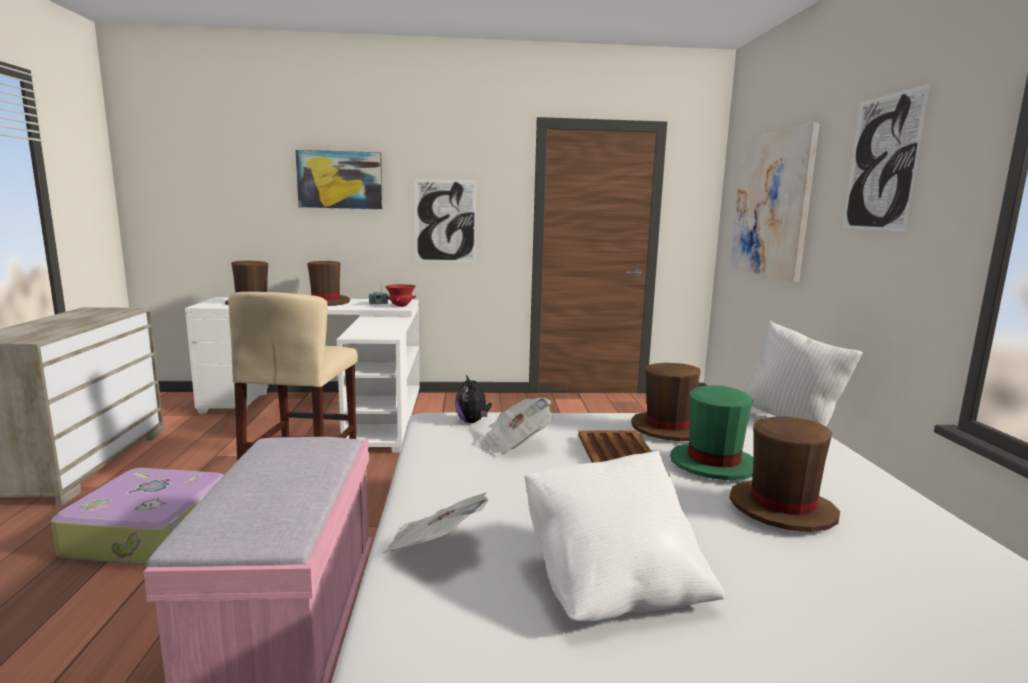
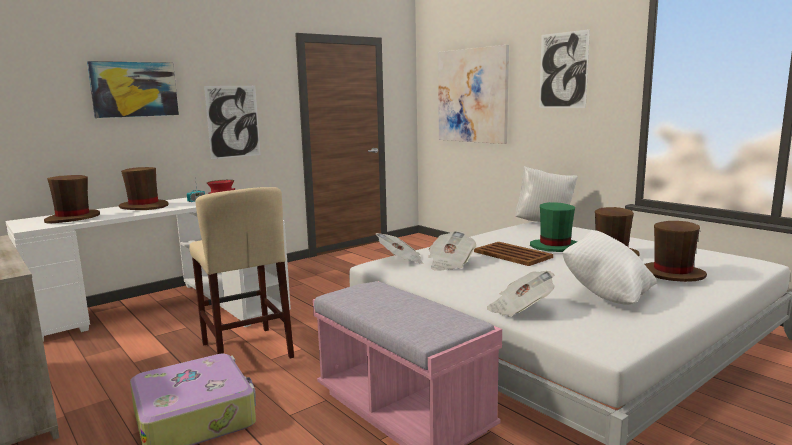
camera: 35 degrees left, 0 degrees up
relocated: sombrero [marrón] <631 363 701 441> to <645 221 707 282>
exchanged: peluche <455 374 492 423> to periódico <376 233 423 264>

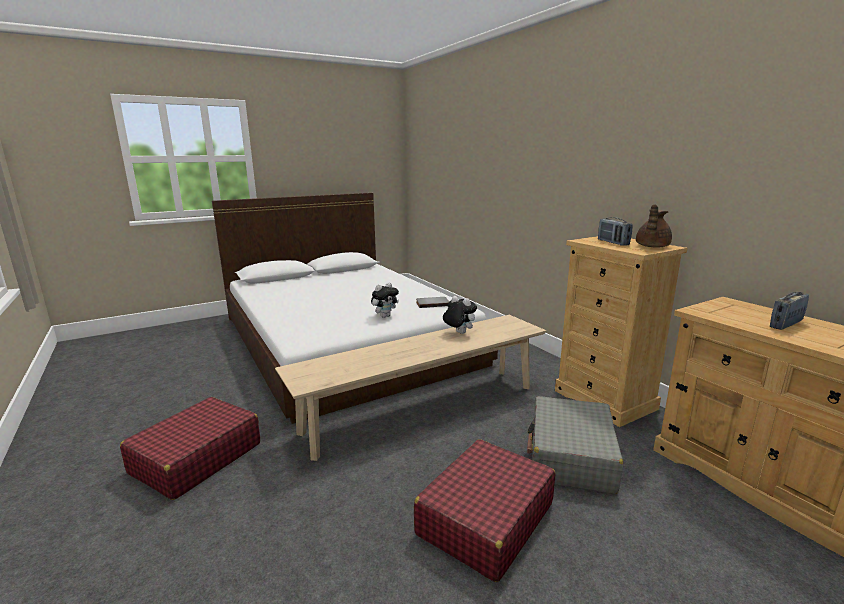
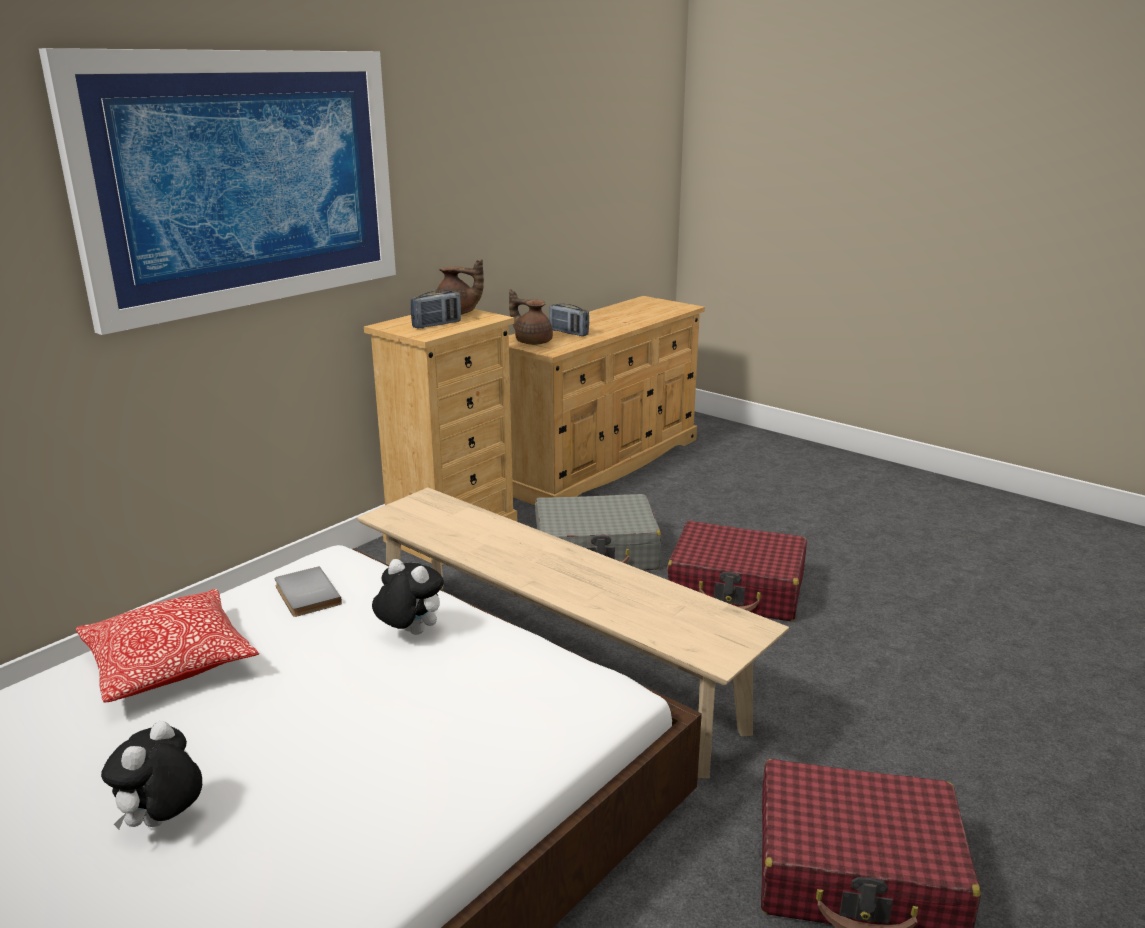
camera: 110 degrees left, 5 degrees up
appeared: cuadro <39 48 396 335>; cojín <76 589 259 703>; tetera [marrón] <509 289 553 345>
relocated: peluche <443 296 477 334> to <101 721 202 830>

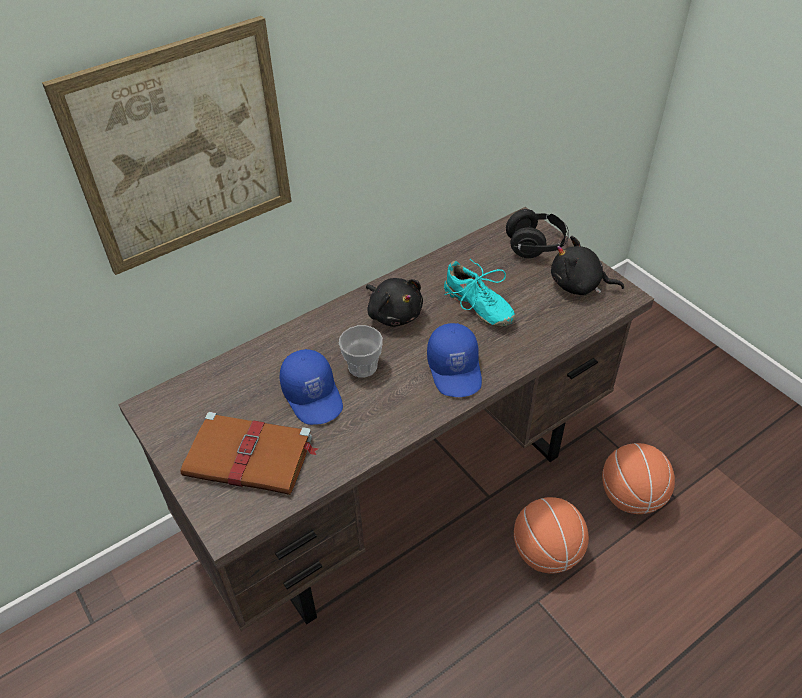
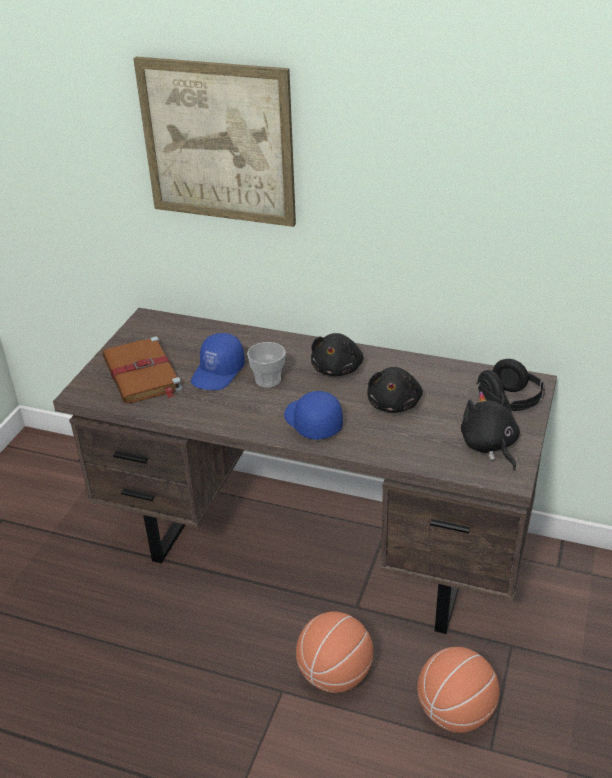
camera: 55 degrees right, 10 degrees down
exchanged: zapato [turquesa] <444 259 515 327> to peluche [negro] <367 367 423 413>
spun: gorra [azul] <427 323 482 397> = <284 391 343 440> 105 degrees clockwise

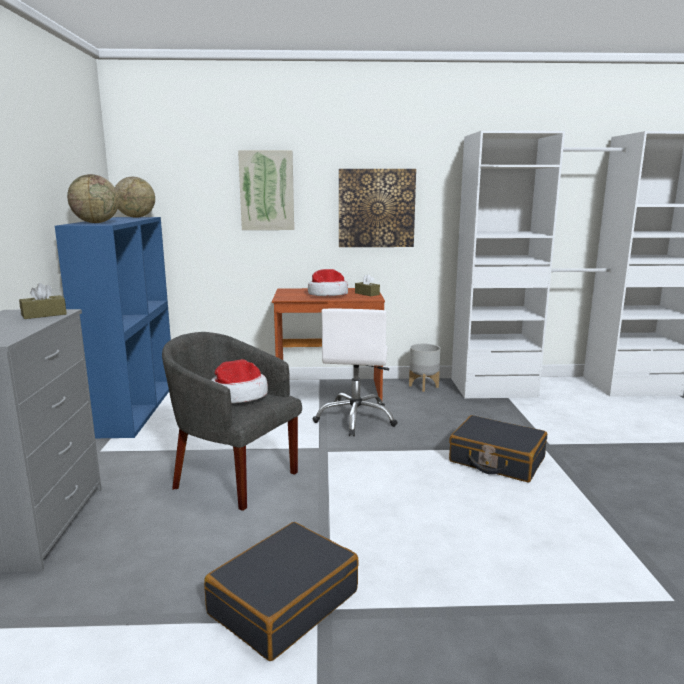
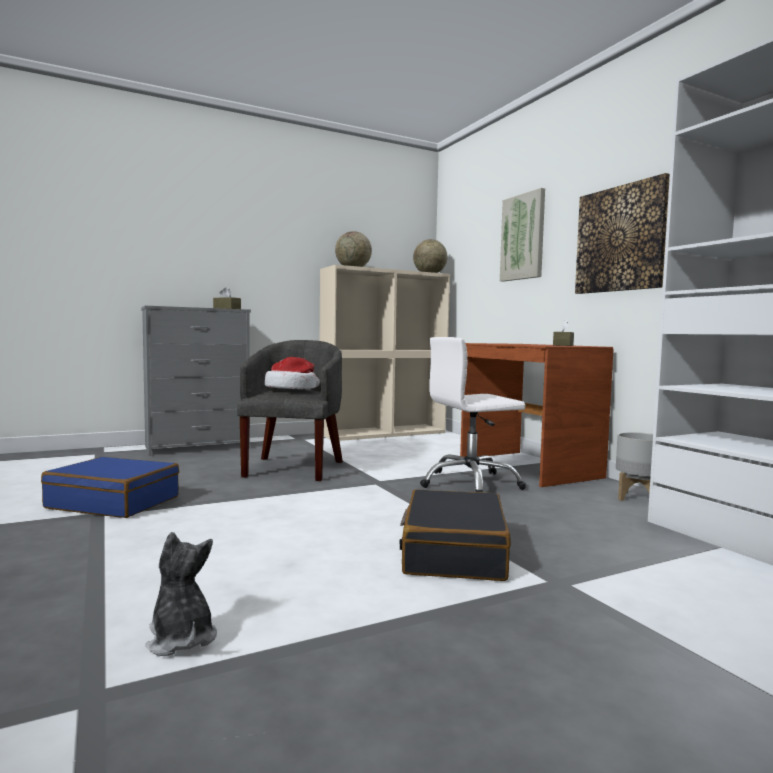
camera: 65 degrees right, 10 degrees down
missing: sombrero <308 269 348 296>
appeared: peluche <145 532 217 656>
colour: estantería [azul] <55 217 171 438> to estantería [beis] <320 265 450 441>; maleta [negro] <204 522 359 661> to maleta [azul] <41 457 179 518>

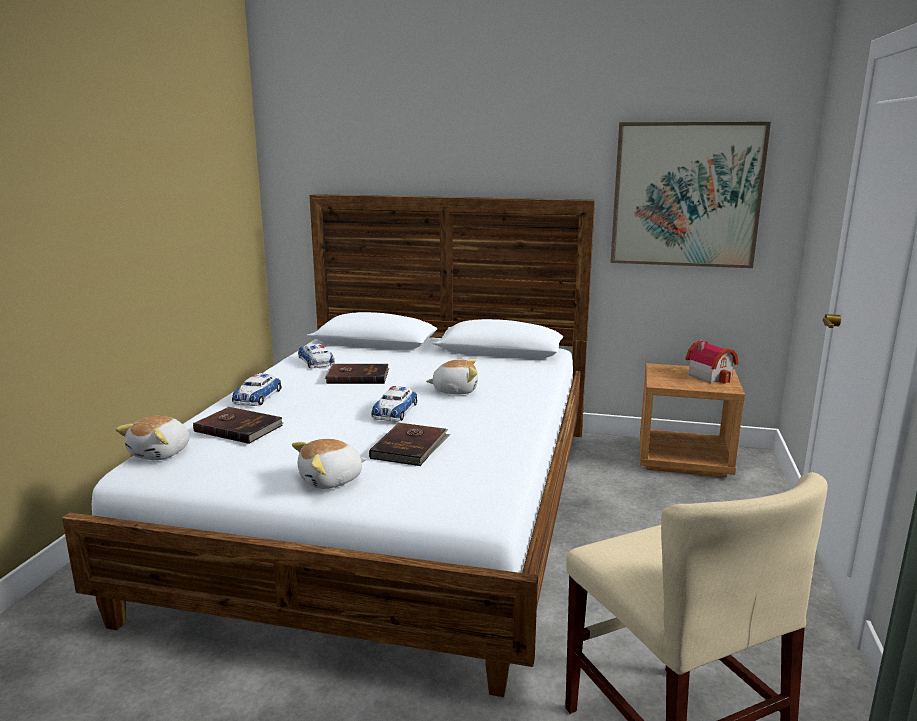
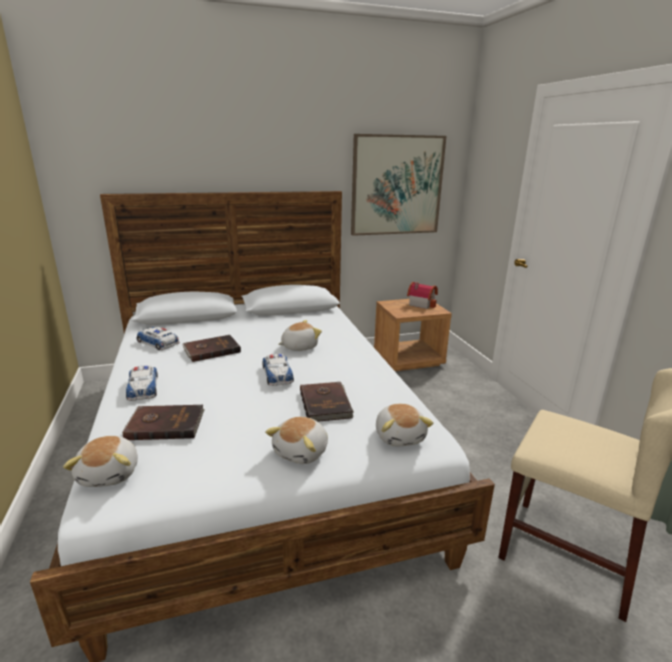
camera: 30 degrees left, 5 degrees up
appeared: peluche <376 404 433 446>

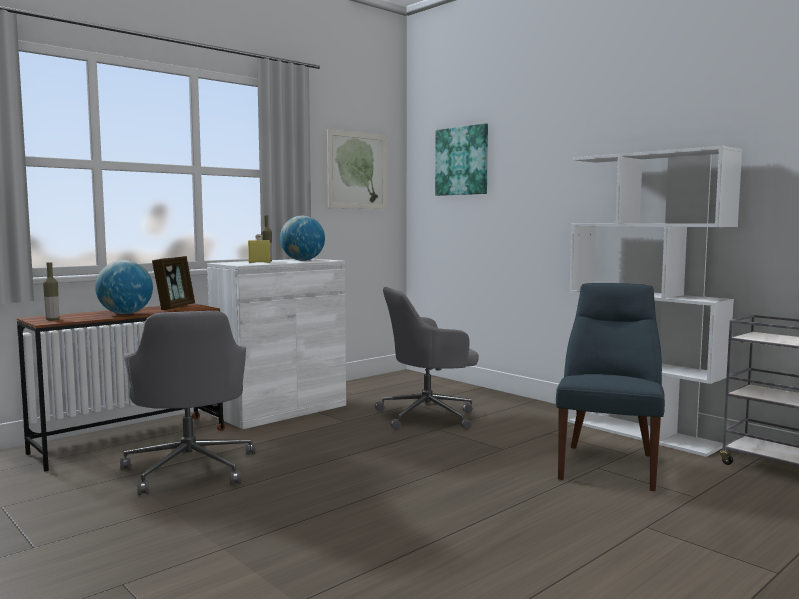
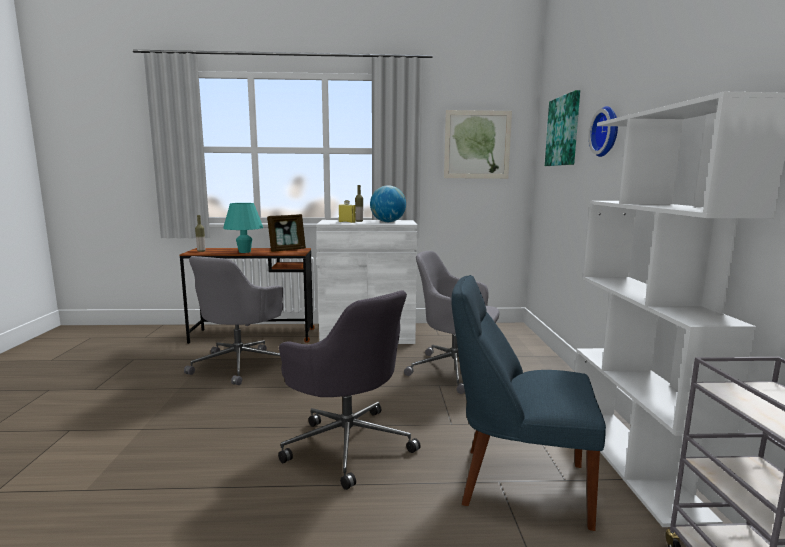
camera: 40 degrees right, 5 degrees up
appeared: silla de oficina [gris] <278 290 420 490>; reloj de pared <589 106 618 157>
exchanged: globo terráqueo <95 260 153 314> to lámpara de mesa [turquesa] <223 203 263 253>
spun: silla [azul] <556 283 665 491> = <451 275 606 531> 135 degrees counterclockwise

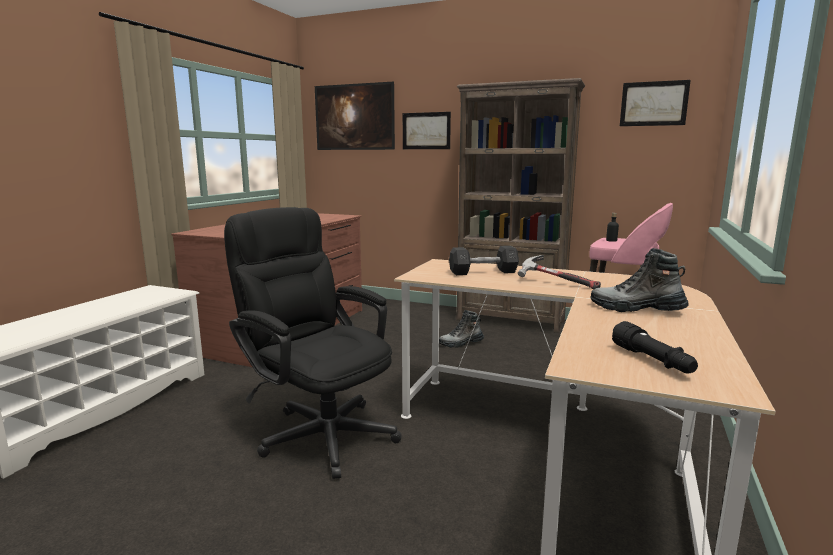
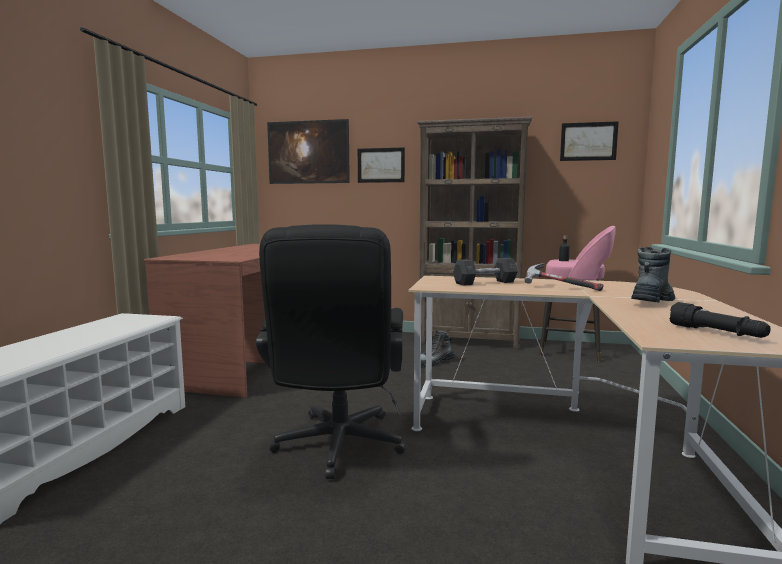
camera: 10 degrees left, 5 degrees down
spun: silla de oficina [negro] <224 207 402 479> = <256 224 406 479> 120 degrees counterclockwise; bota <590 248 688 312> = <631 247 675 303> 120 degrees clockwise

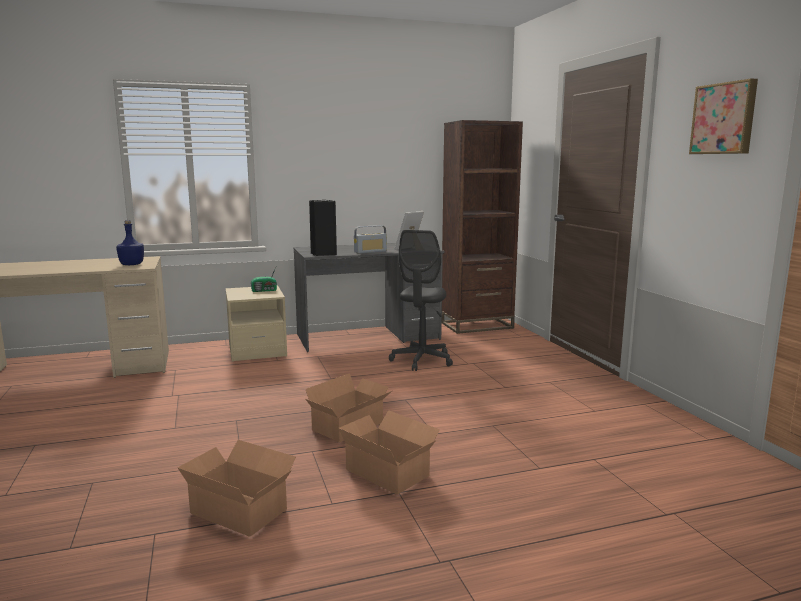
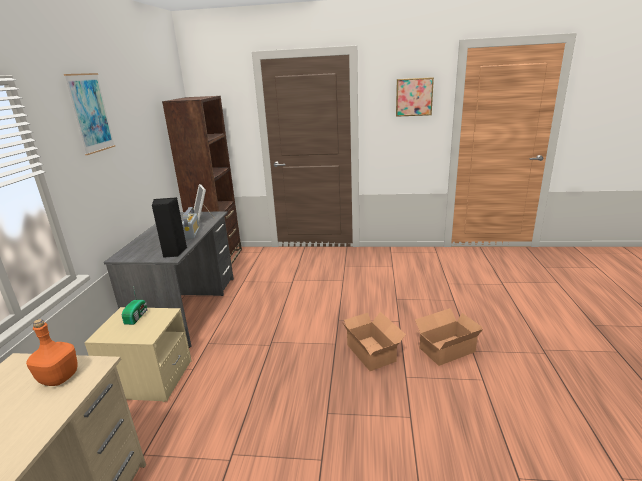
camera: 65 degrees left, 10 degrees up
missing: caja de cartón <178 440 296 537>; silla de oficina [gris] <389 230 453 371>
appeared: cuadro <64 73 115 155>
colour: botella [azul] <116 220 144 265> to botella [naranja] <26 319 78 386>

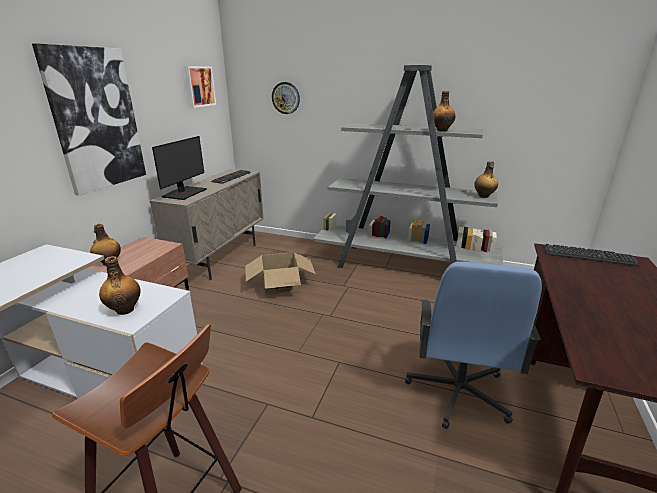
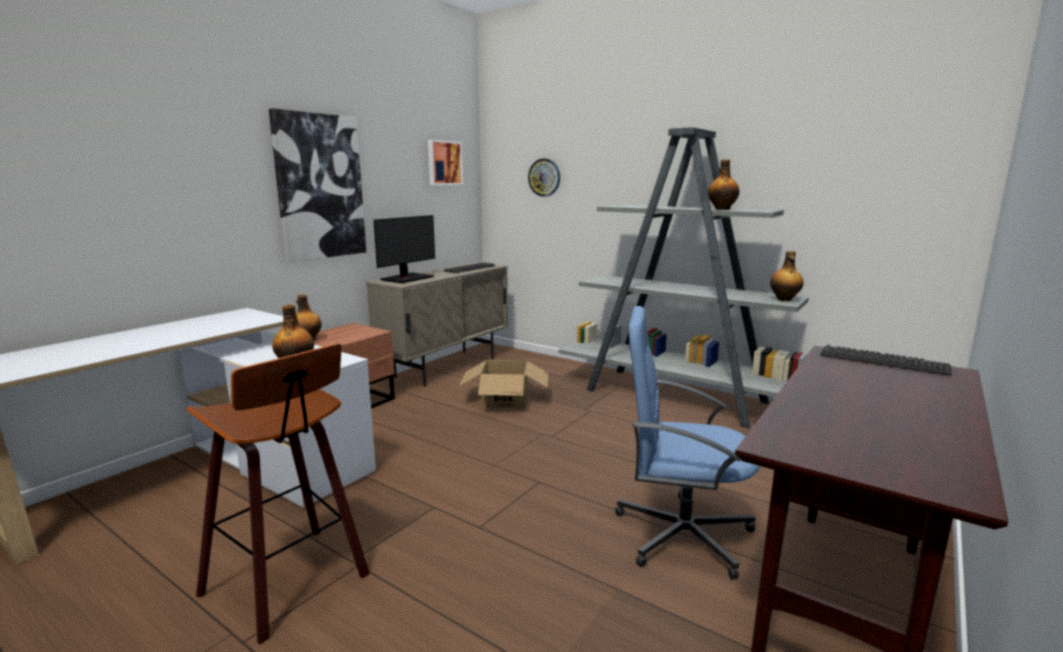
camera: 15 degrees right, 10 degrees down
spun: silla de oficina [azul] <405 262 542 429> = <615 306 761 580> 75 degrees clockwise

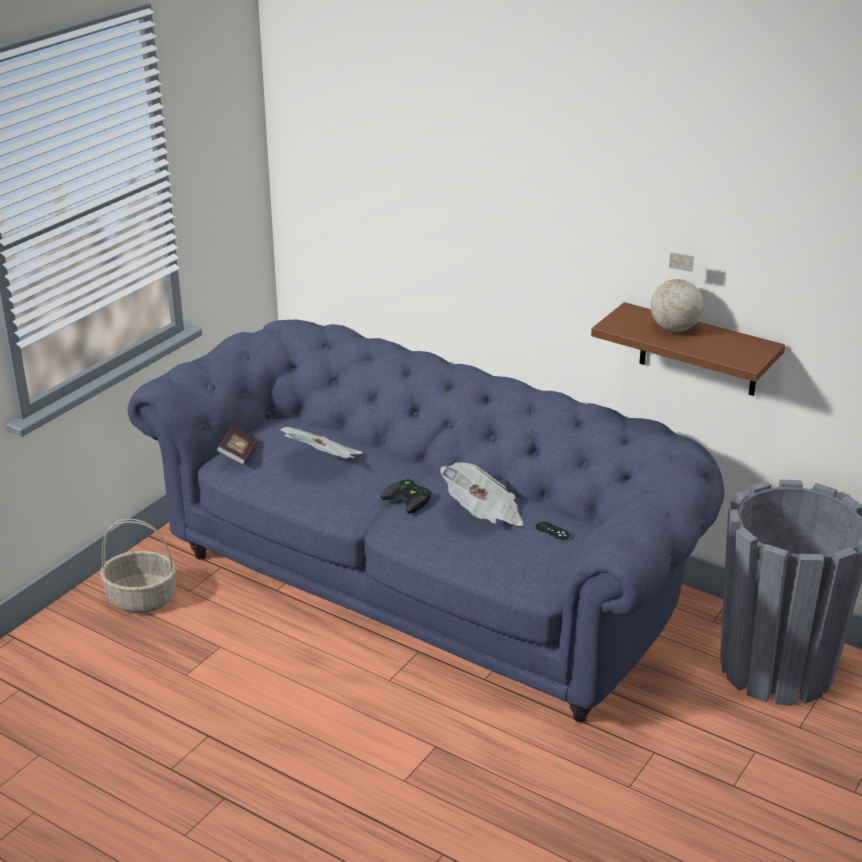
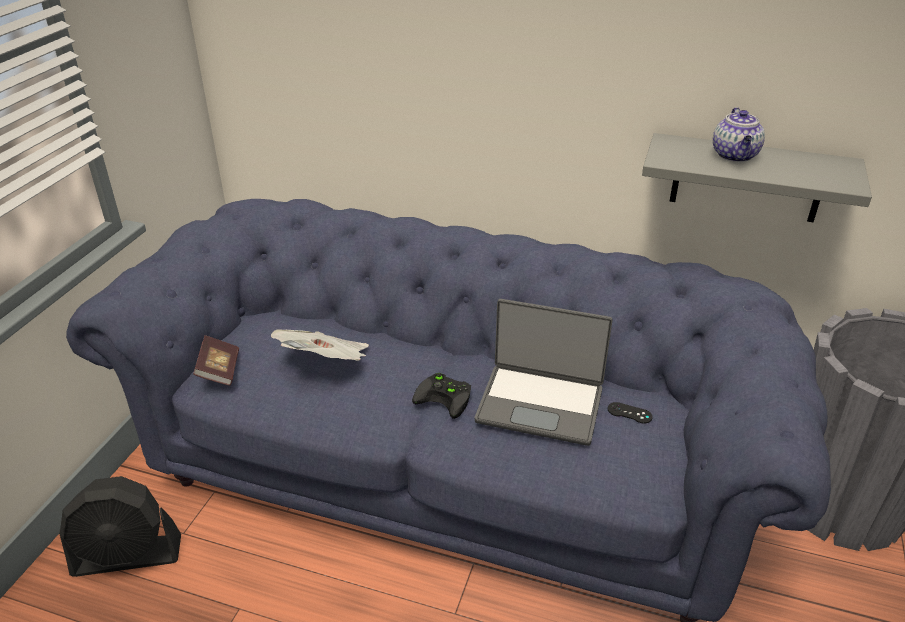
camera: 15 degrees left, 5 degrees up
exchanged: cesta <100 519 176 613> to ventilador [negro] <59 476 181 577>; periódico <440 462 523 526> to portátil <474 299 613 446>; globo terráqueo <651 252 704 332> to tetera <713 107 765 162>
colour: estante [marrón] <591 302 785 396> to estante [gris] <642 133 872 223>

